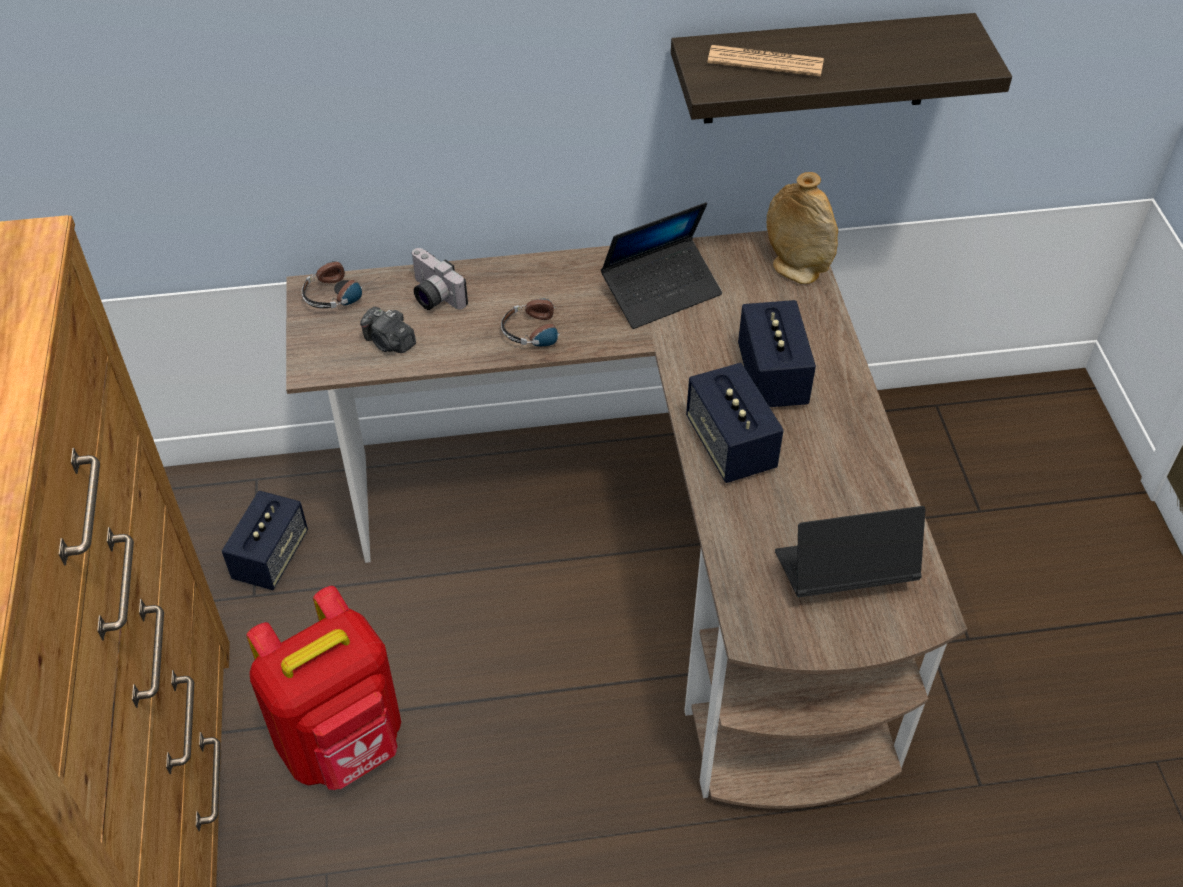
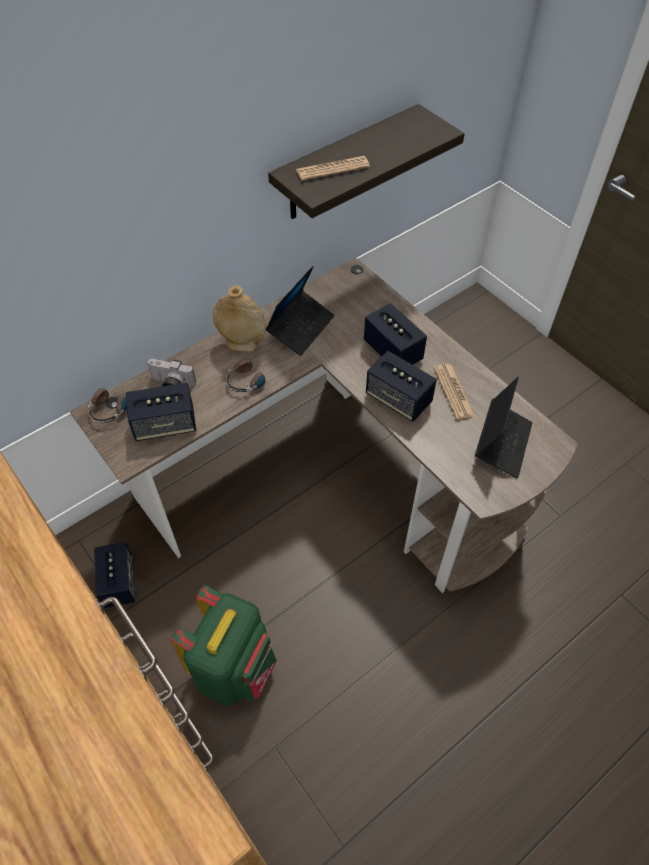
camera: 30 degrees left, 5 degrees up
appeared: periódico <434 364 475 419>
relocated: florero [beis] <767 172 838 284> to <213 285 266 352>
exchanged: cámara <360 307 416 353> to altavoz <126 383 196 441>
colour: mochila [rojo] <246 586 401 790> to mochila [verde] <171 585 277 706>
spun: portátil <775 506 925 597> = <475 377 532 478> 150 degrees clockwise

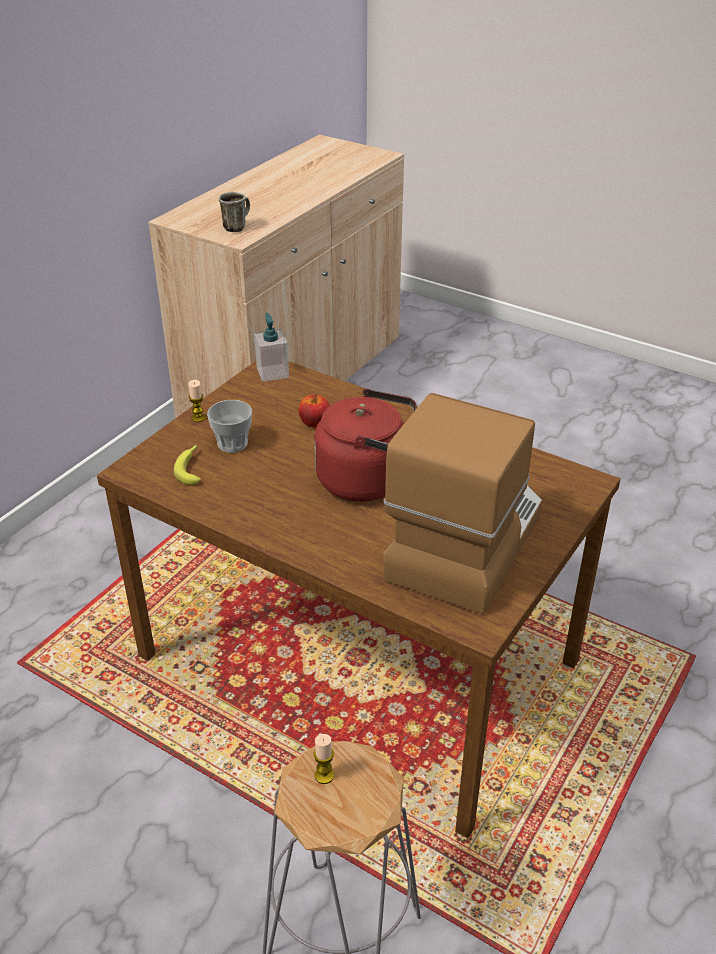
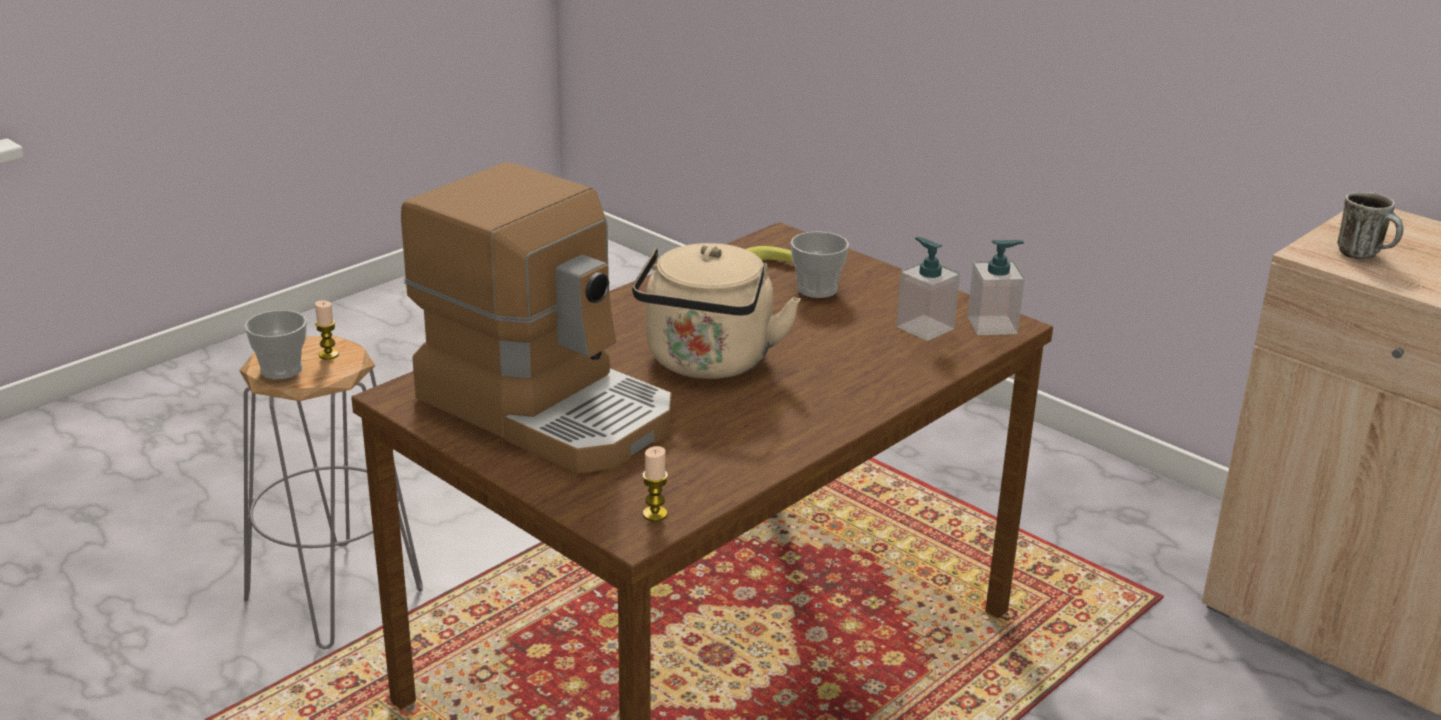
camera: 100 degrees right, 10 degrees down
missing: manzana <298 394 330 428>
appeared: taza <244 310 307 380>; dispensador de jabón <896 237 960 341>
relocated: vela <188 380 206 422> to <642 446 668 521>
colour: hervidor [rojo] <314 389 417 502> to hervidor [beis] <632 243 801 379>

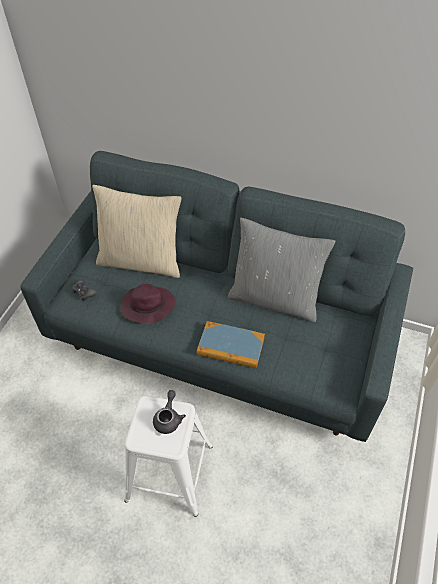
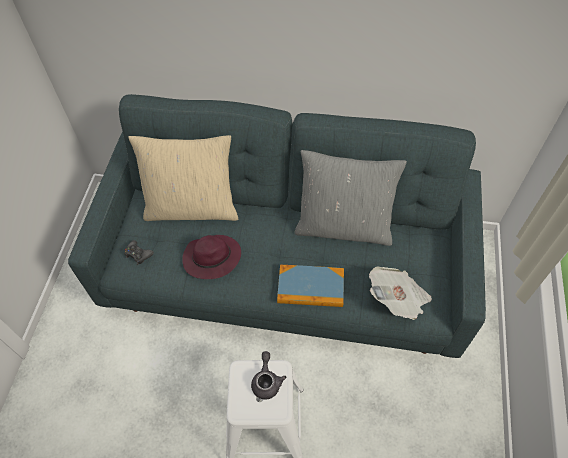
camera: 10 degrees left, 5 degrees up
appeared: periódico <369 267 432 320>

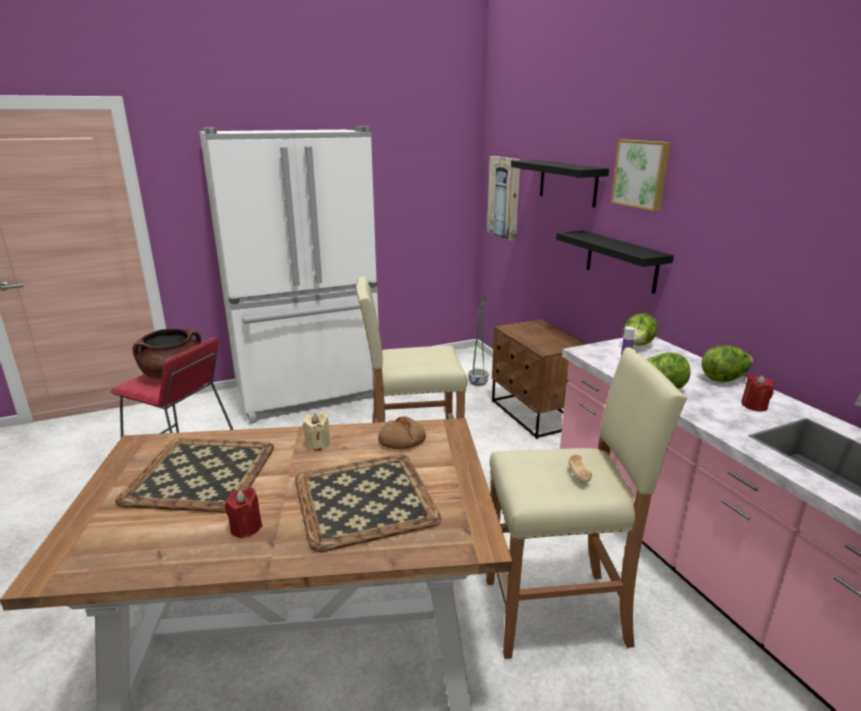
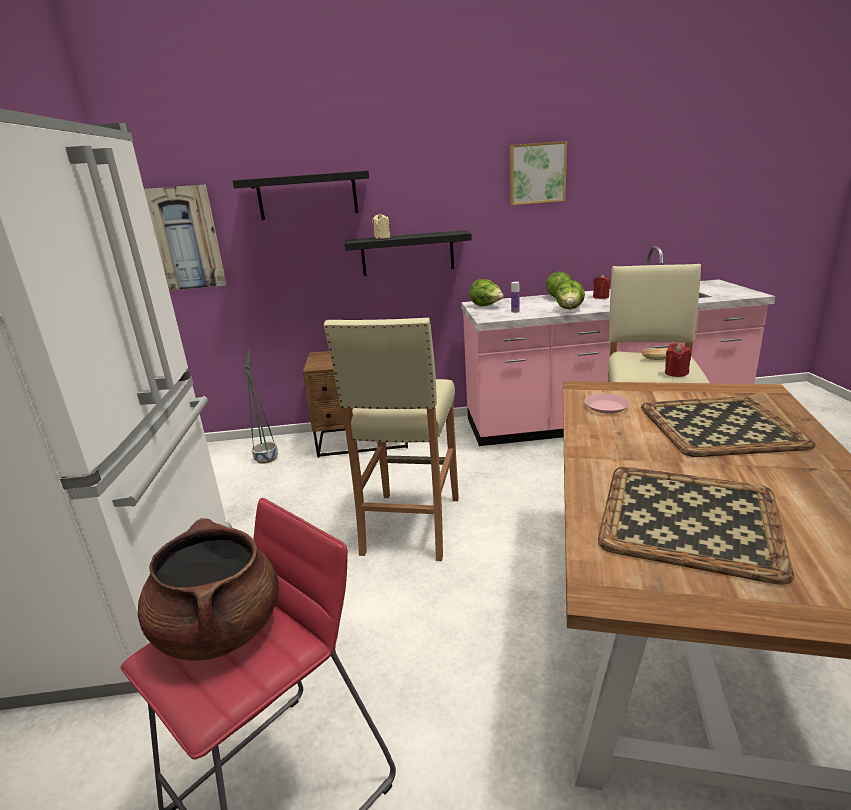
camera: 70 degrees left, 0 degrees up
relocated: vela [rojo] <225 487 262 538> to <665 343 691 377>; vela [beis] <302 412 331 452> to <372 213 390 239>; cuadro <611 140 671 211> to <510 141 567 205>
exchanged: pan <378 416 426 449> to plato [rosa] <584 394 630 414>

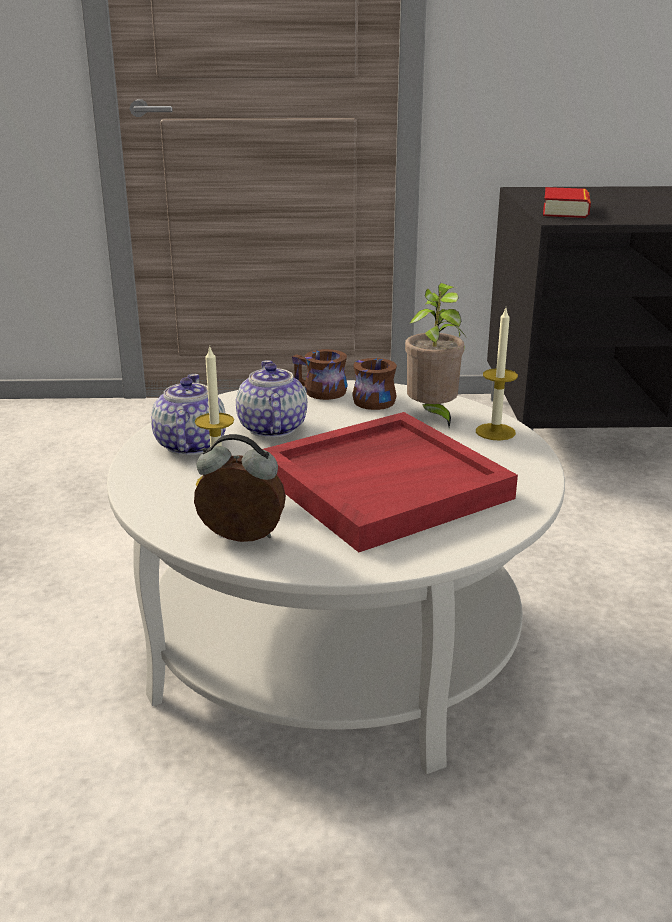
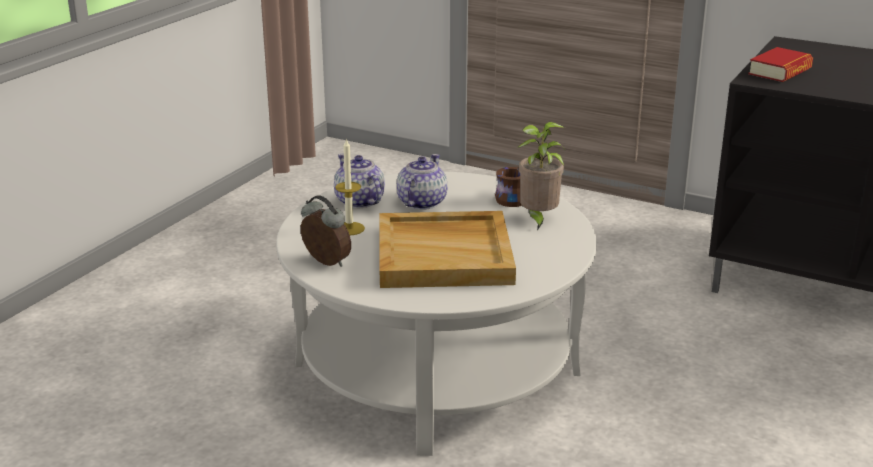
camera: 30 degrees right, 0 degrees up
missing: taza grande [marrón] <292 349 347 400>; vela <476 308 518 440>
colour: bandeja [rojo] <263 412 518 552> to bandeja [beis] <380 211 516 288>
spun: tetera <151 374 226 455> = <334 154 385 208> 60 degrees counterclockwise

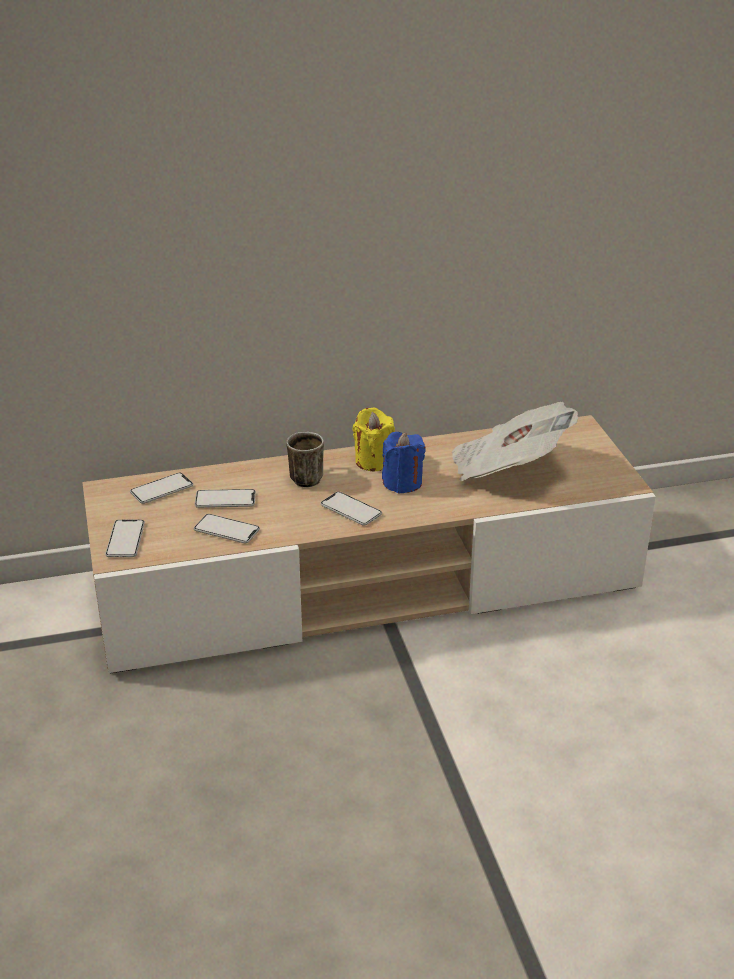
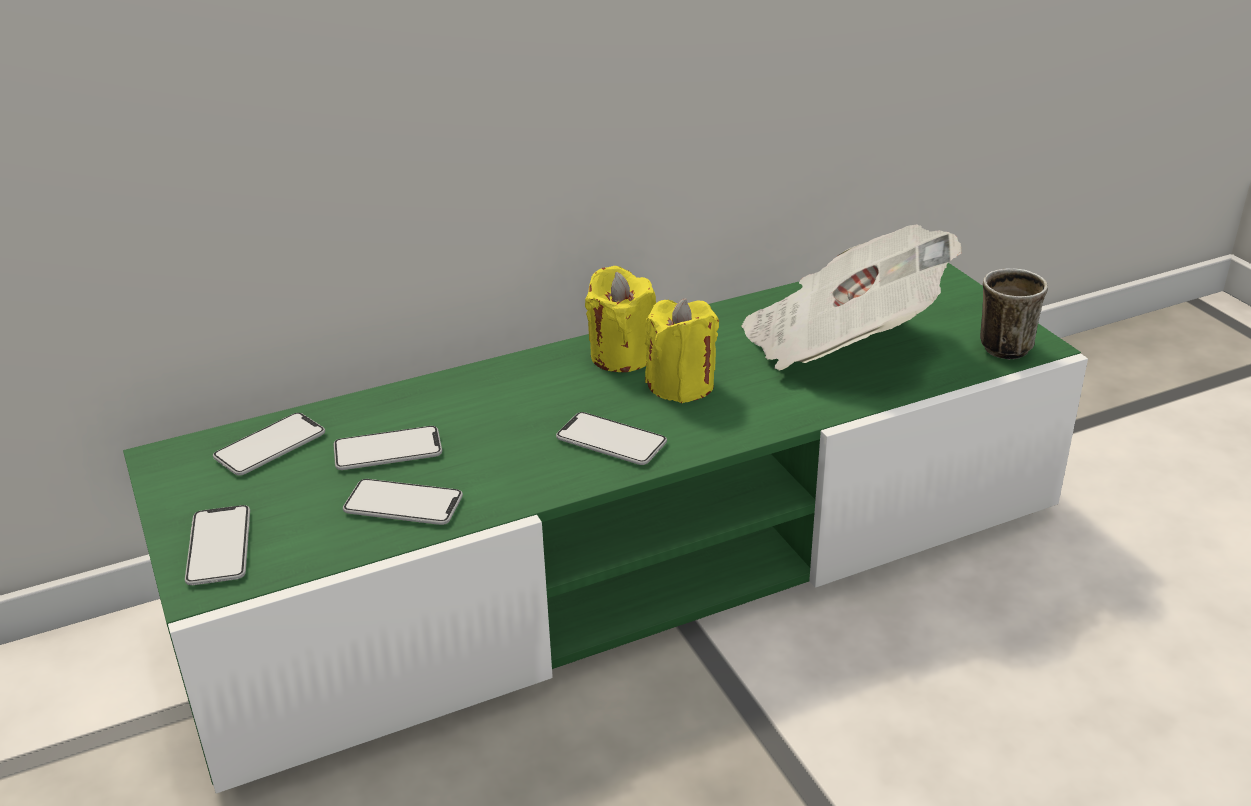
camera: 10 degrees left, 0 degrees up
relocated: taza grande <286 432 324 487> to <980 268 1048 360>
colour: mueble de televisión [beis] <82 415 656 673> to mueble de televisión [verde] <123 263 1088 794>; vela [azul] <382 432 426 494> to vela [amarillo] <645 298 719 403>

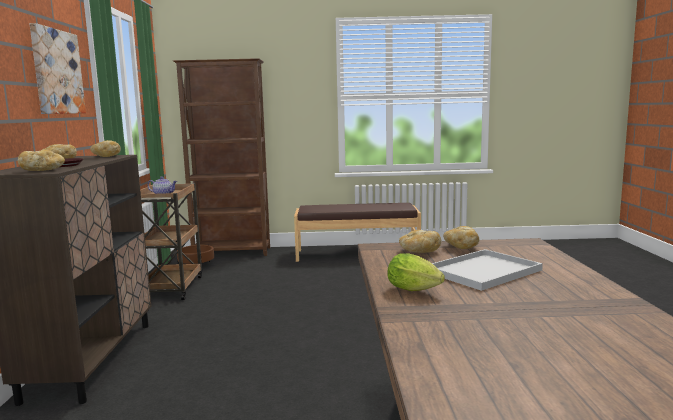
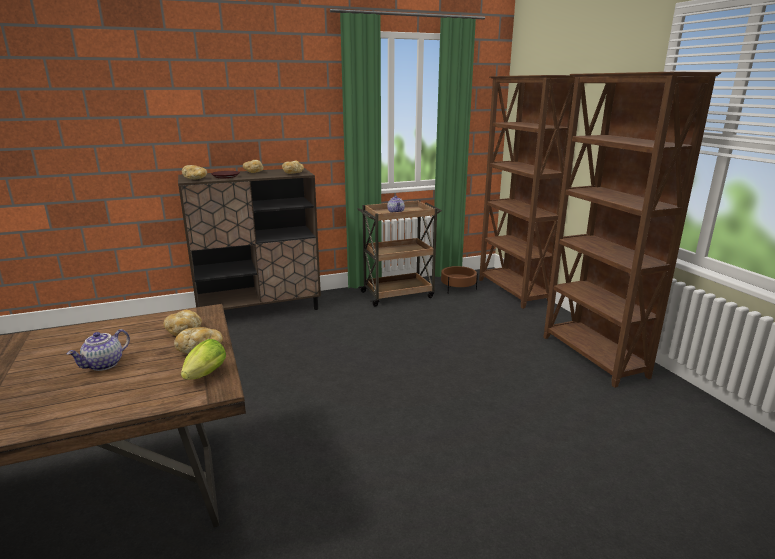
camera: 70 degrees right, 10 degrees up
missing: cuadro <29 23 86 114>
relocated: lechuga <387 253 445 291> to <181 339 226 380>
exchanged: banco [marrón] <294 203 421 262> to estantería [marrón] <543 72 721 388>; bandeja [blanco] <432 249 543 291> to tetera <67 329 130 371>

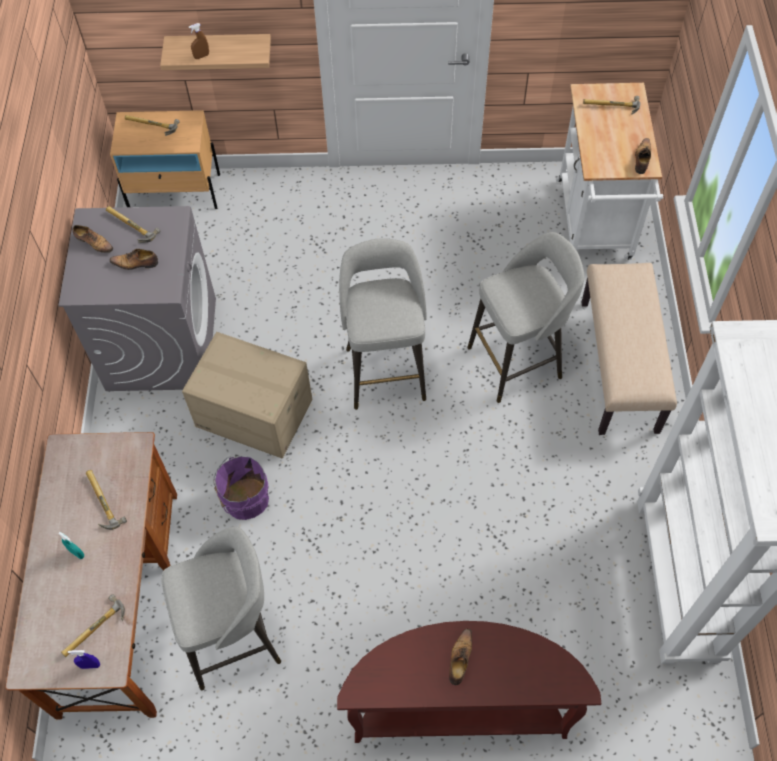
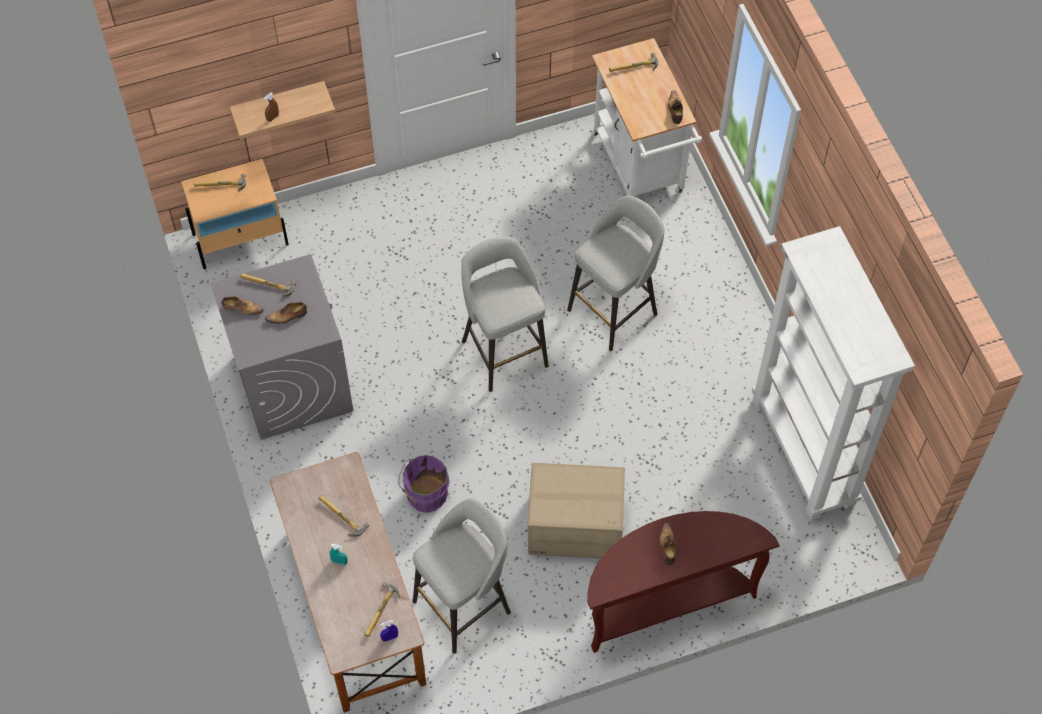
camera: 20 degrees left, 0 degrees up
missing: banco [beis] <581 263 677 435>
relocated: caja de cartón <182 332 312 458> to <528 463 625 558>

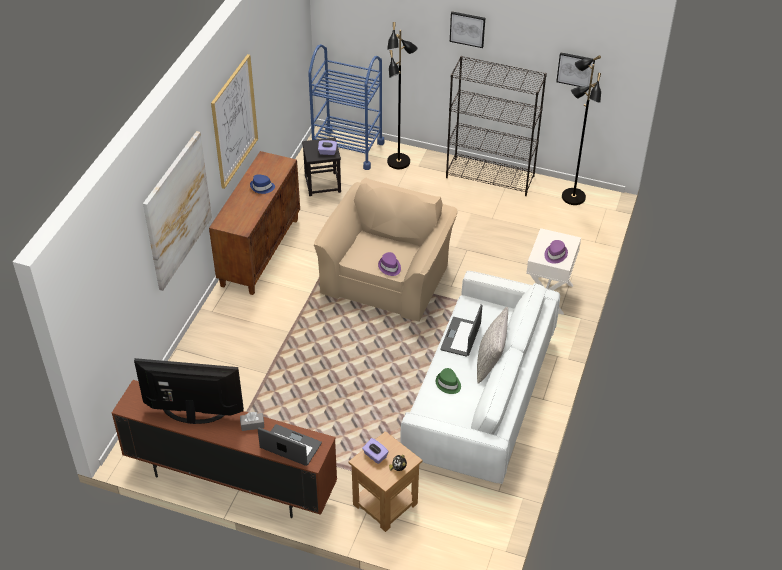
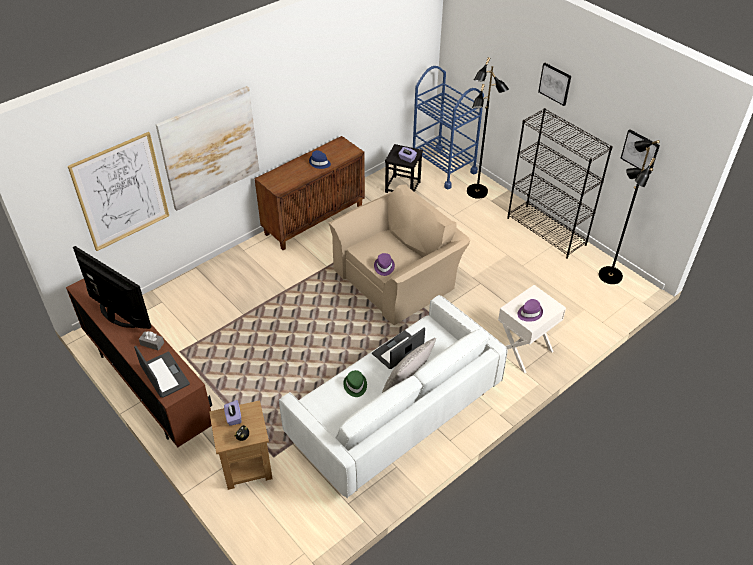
camera: 30 degrees right, 0 degrees up
relocated: cuadro <211 54 258 189> to <68 132 169 251>

